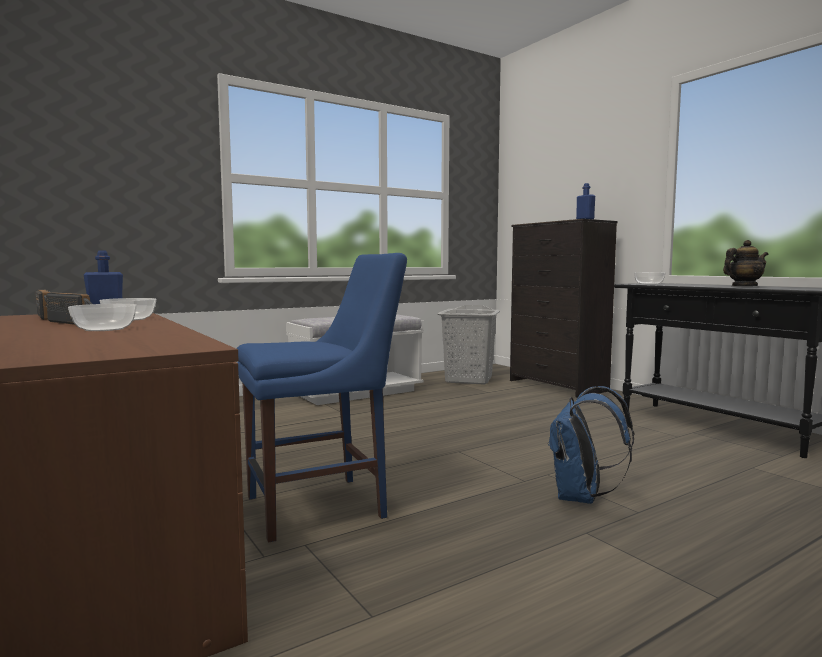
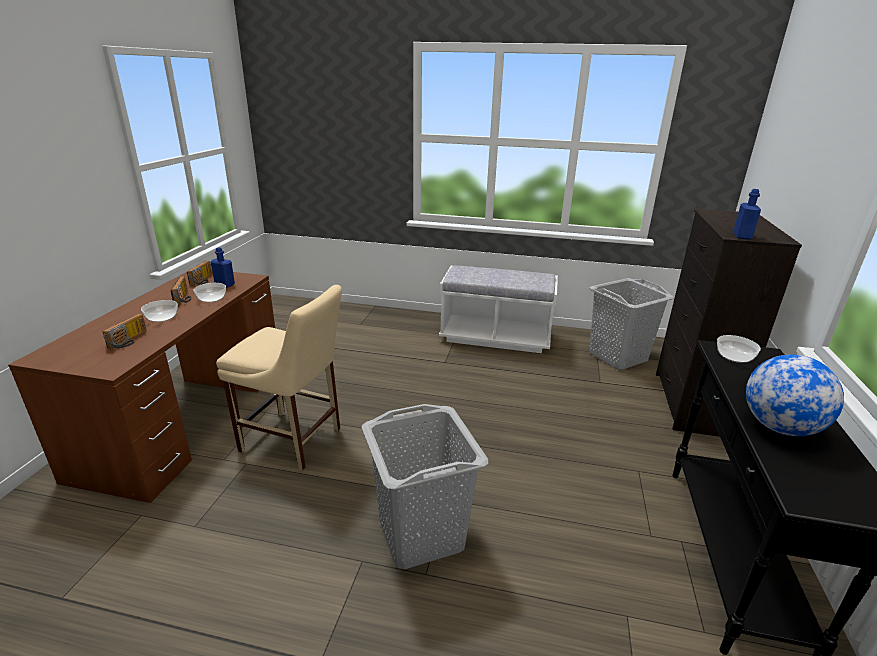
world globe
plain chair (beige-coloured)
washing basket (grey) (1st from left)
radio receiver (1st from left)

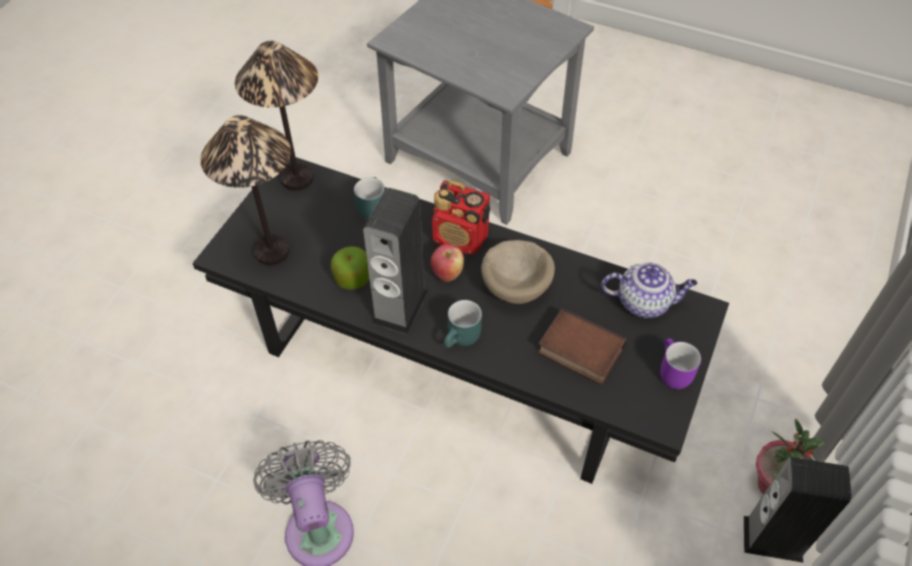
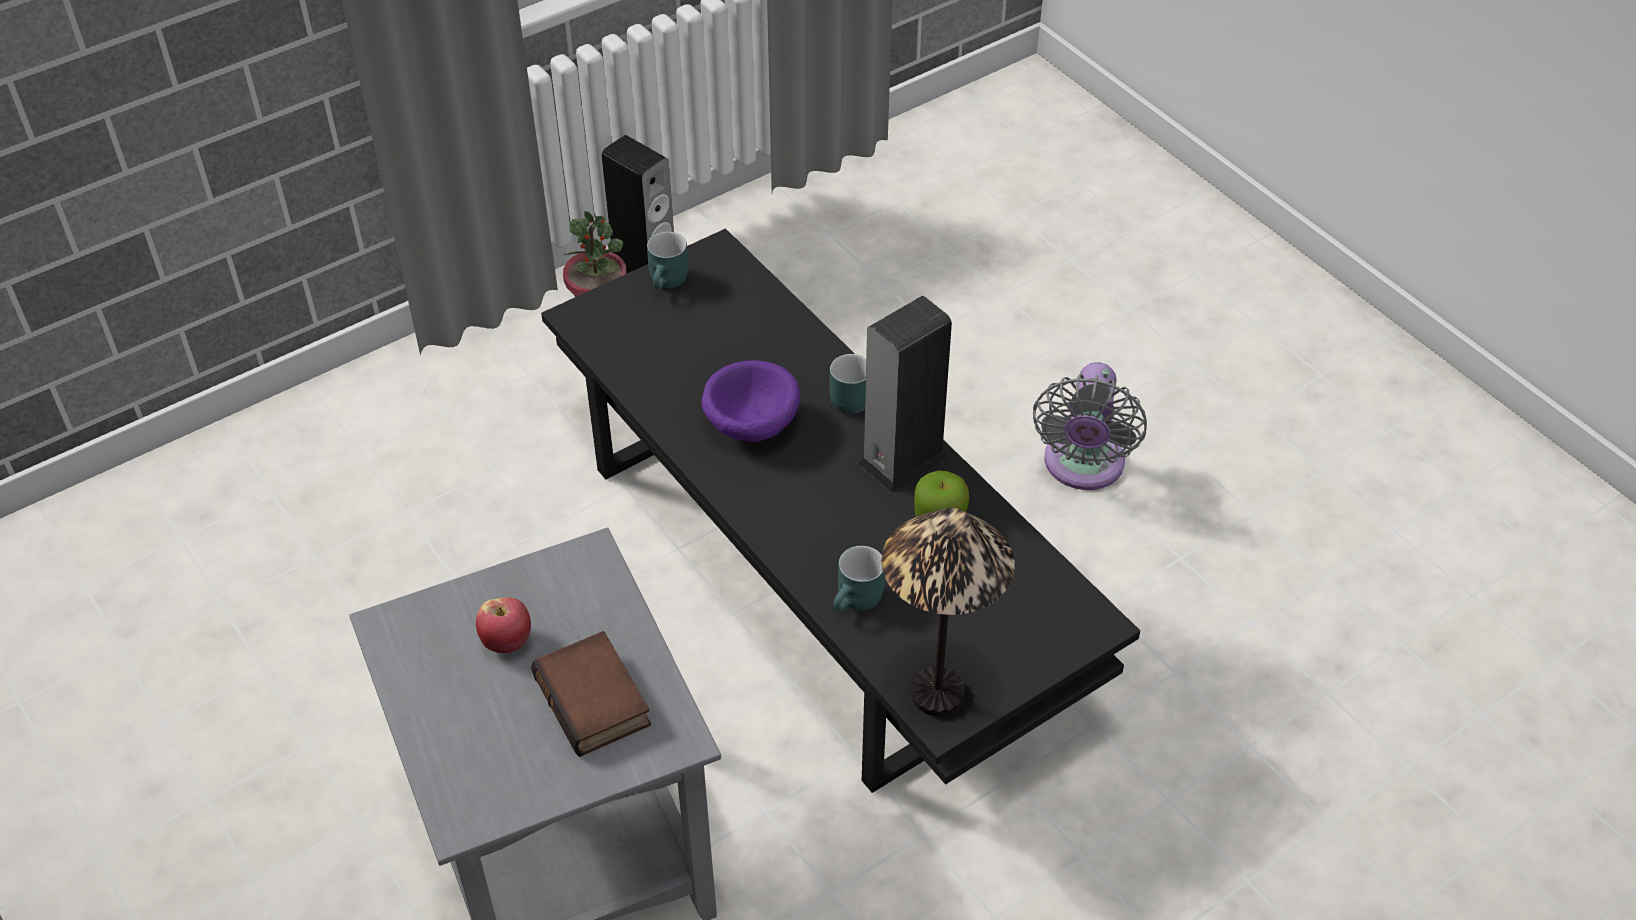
table lamp (1st from left in the first image)
radio receiver
bowl (purplish)
apple (1st from left)
pot for tea
bound book
mug (turquoise) (1st from left)

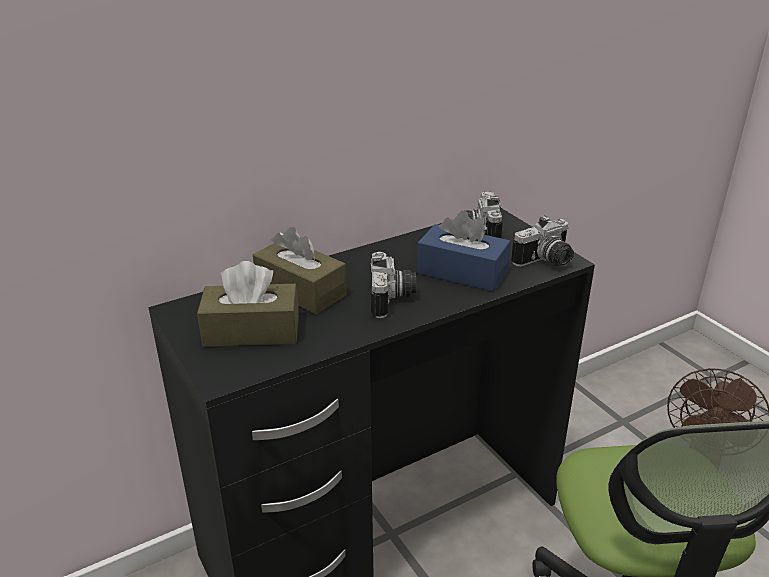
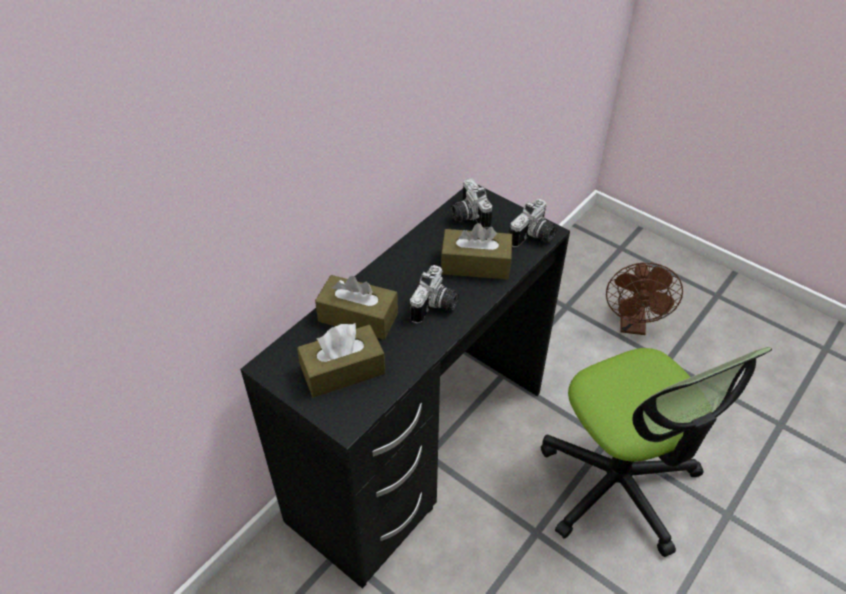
box of tissues (brown-coloured) (3rd from left)
photo camera (1st from left)

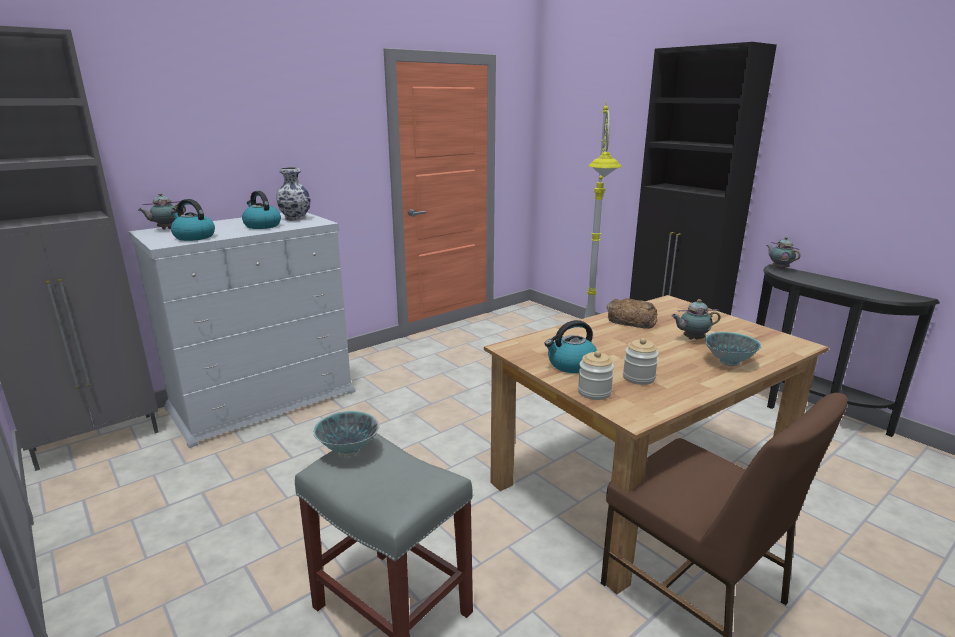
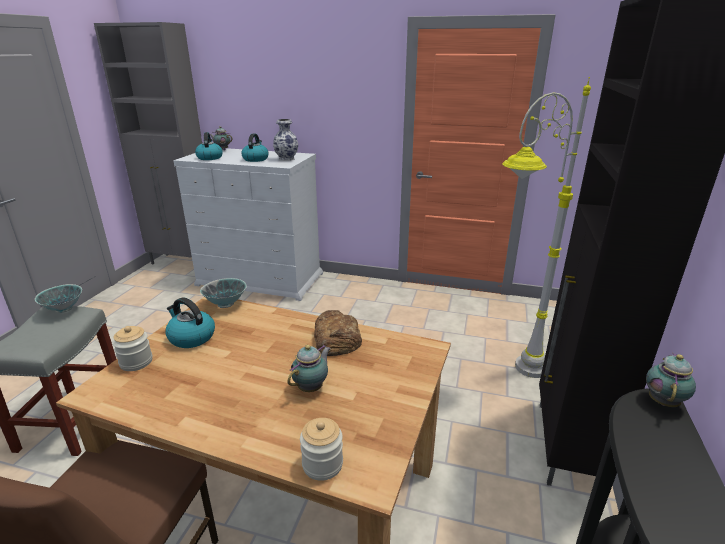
pot for tea (2nd from left)
bowl (2nd from left)
jar (2nd from left)

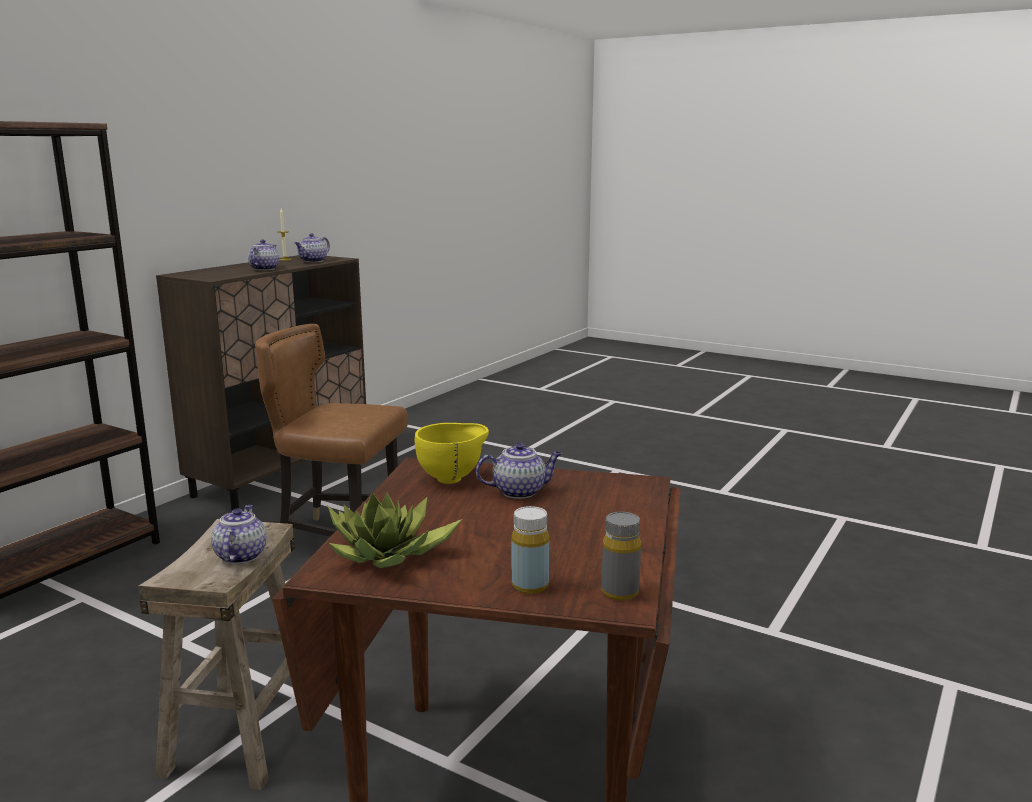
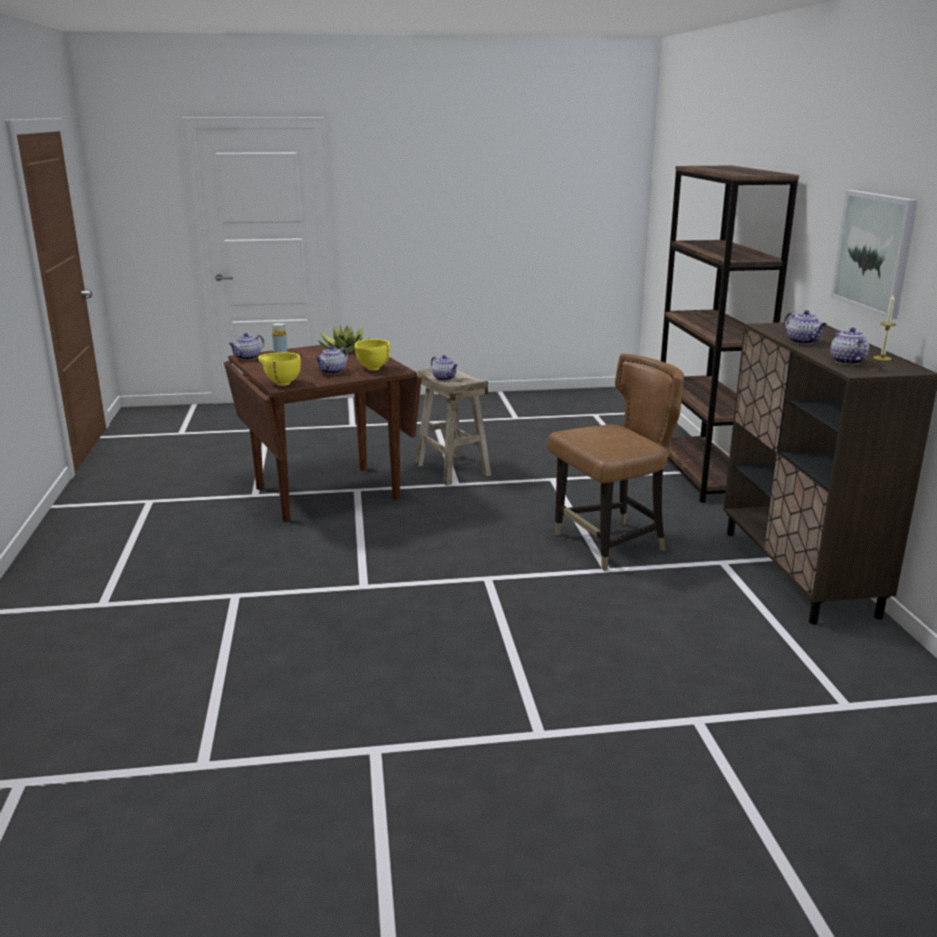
pot for tea (1st from left)
wall picture
bowl (yellow-coloured) (1st from left)

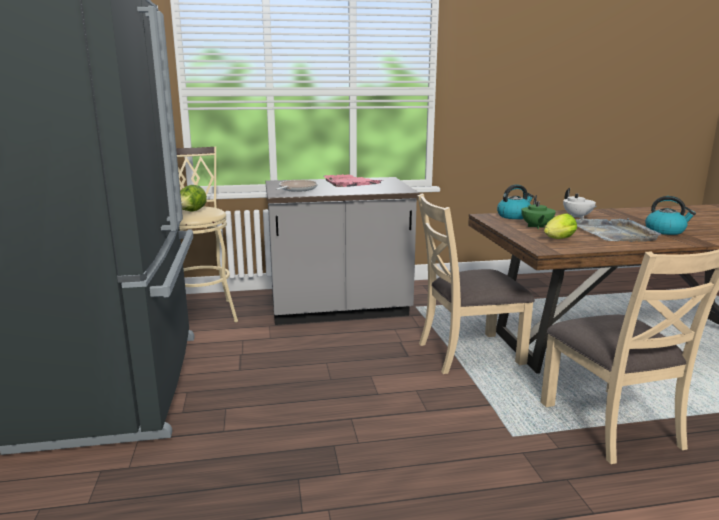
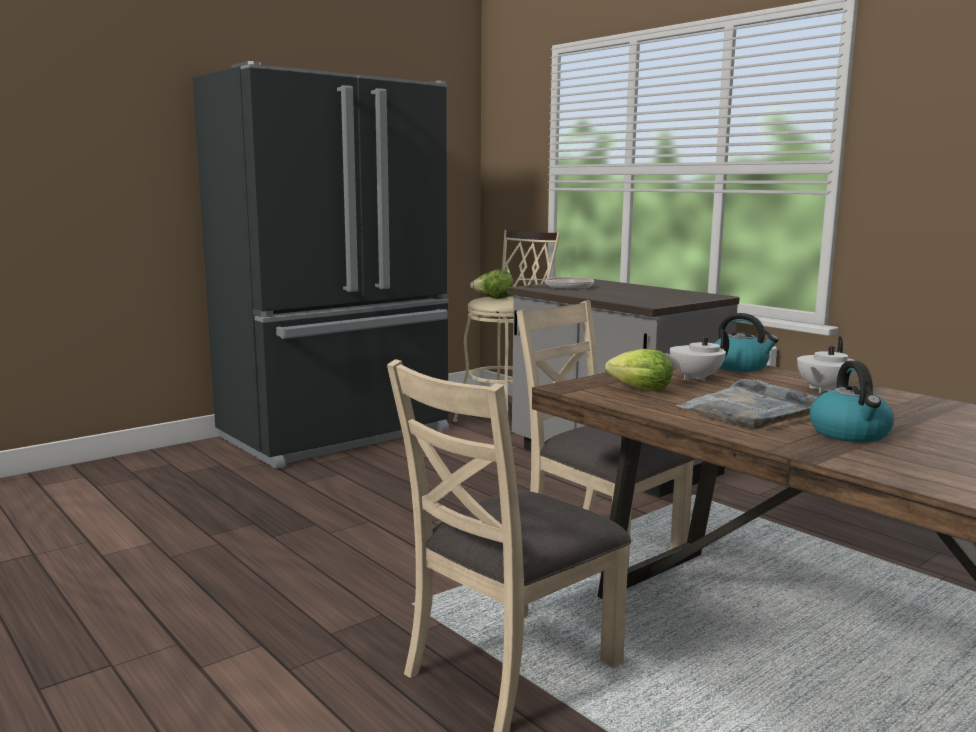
serving tray (pink)
pot for tea (white) (1st from left)

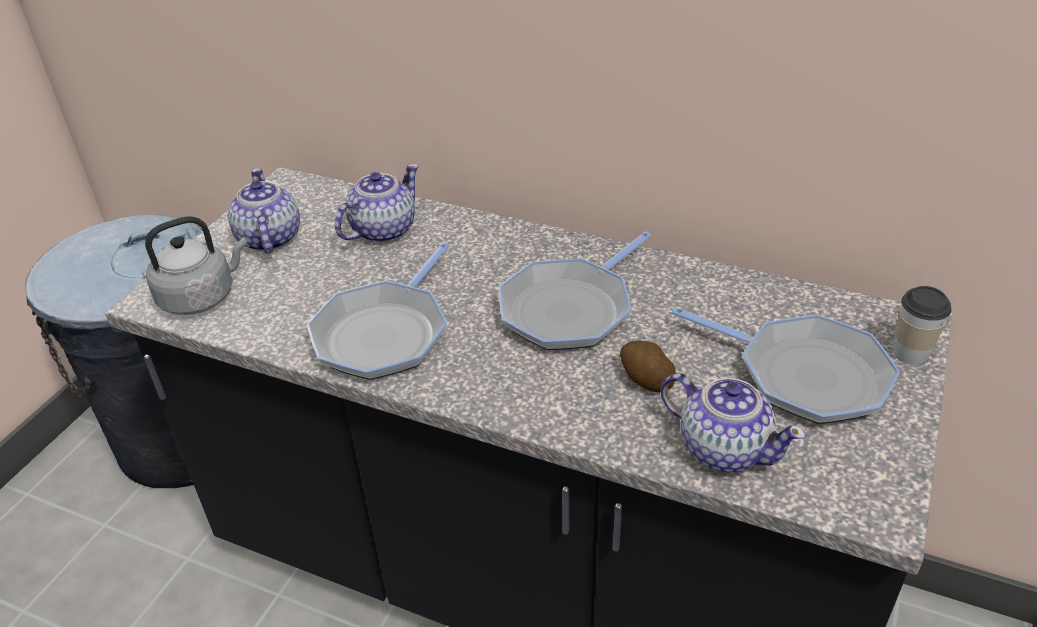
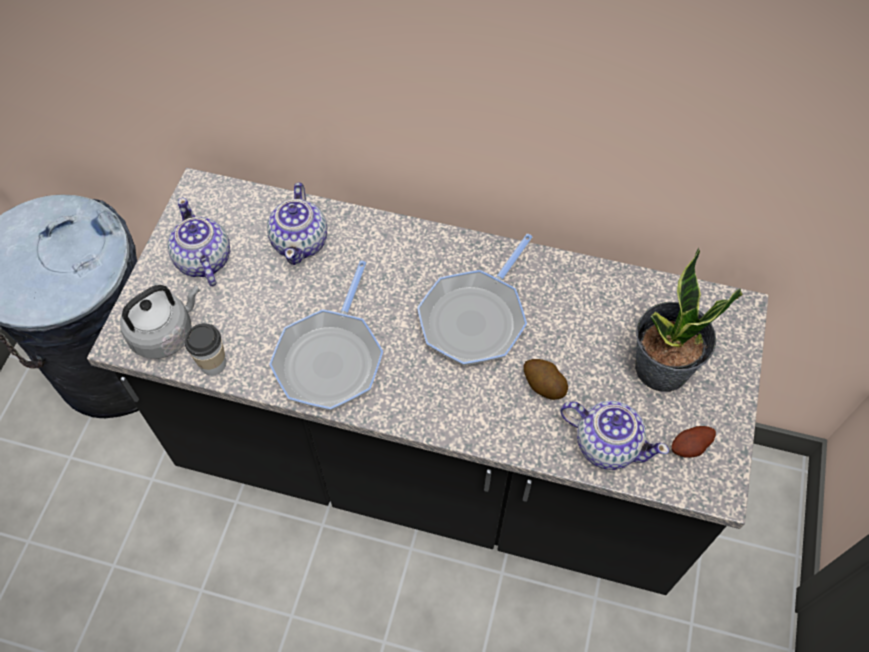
pot for tea (2nd from left)
cup
potted plant
whole potato (2nd from left)

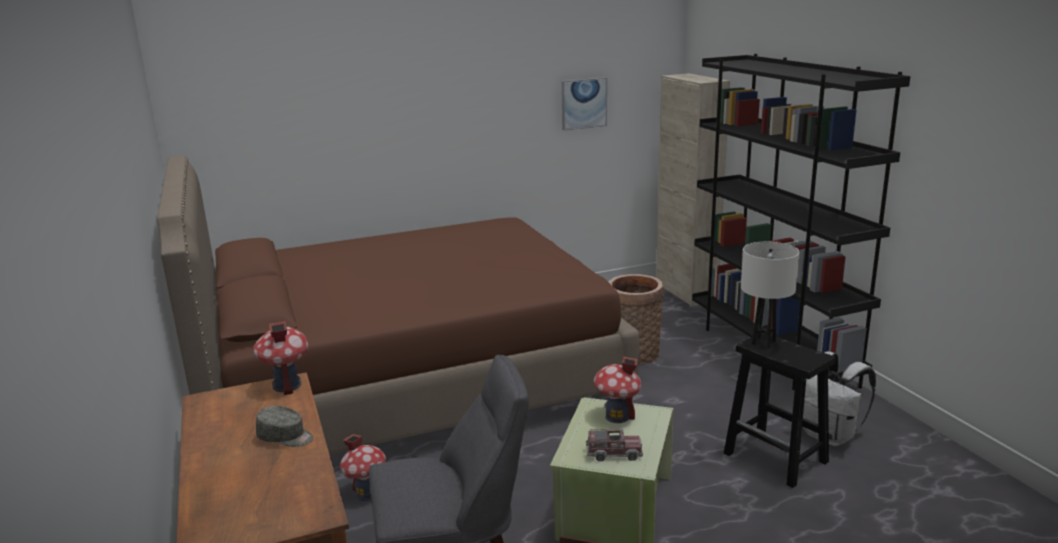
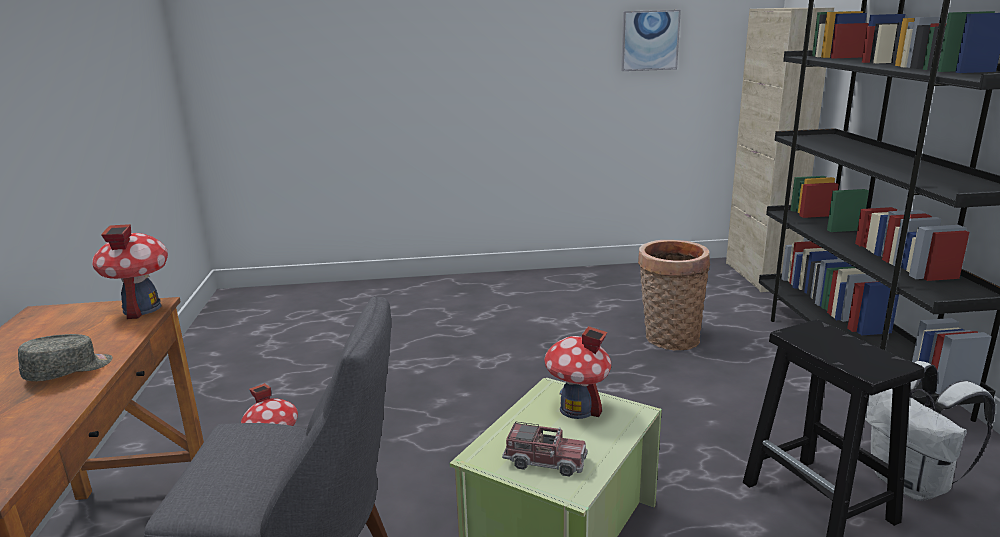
bed (brown-coloured)
table lamp (white)
peaked cap (grey)

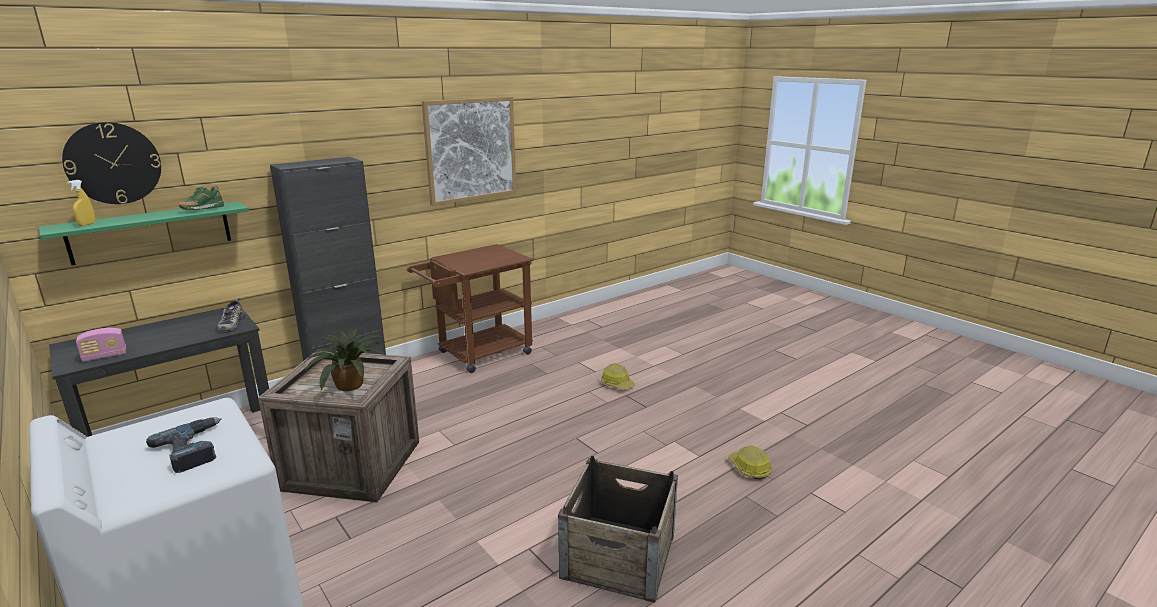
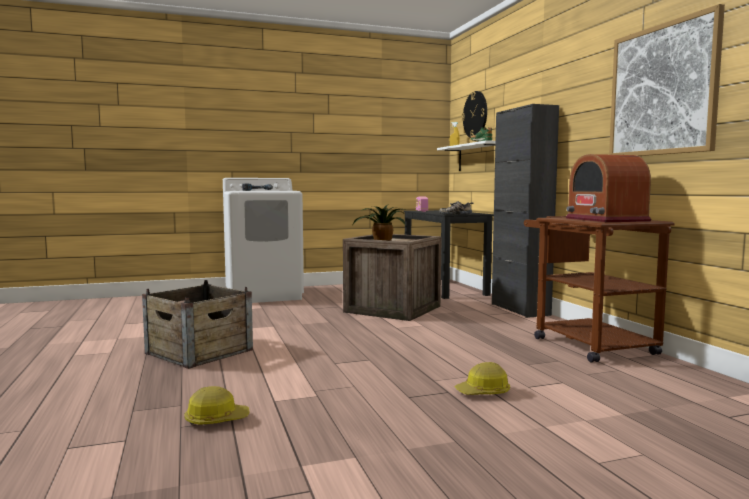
shelf (white)
radio receiver (2nd from left)

